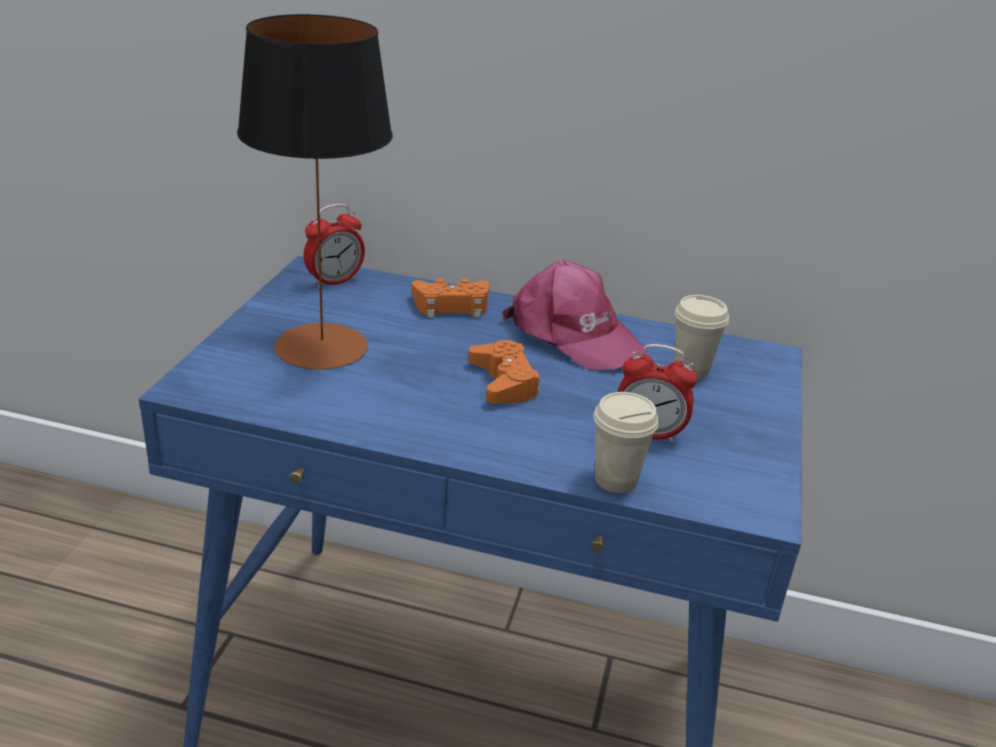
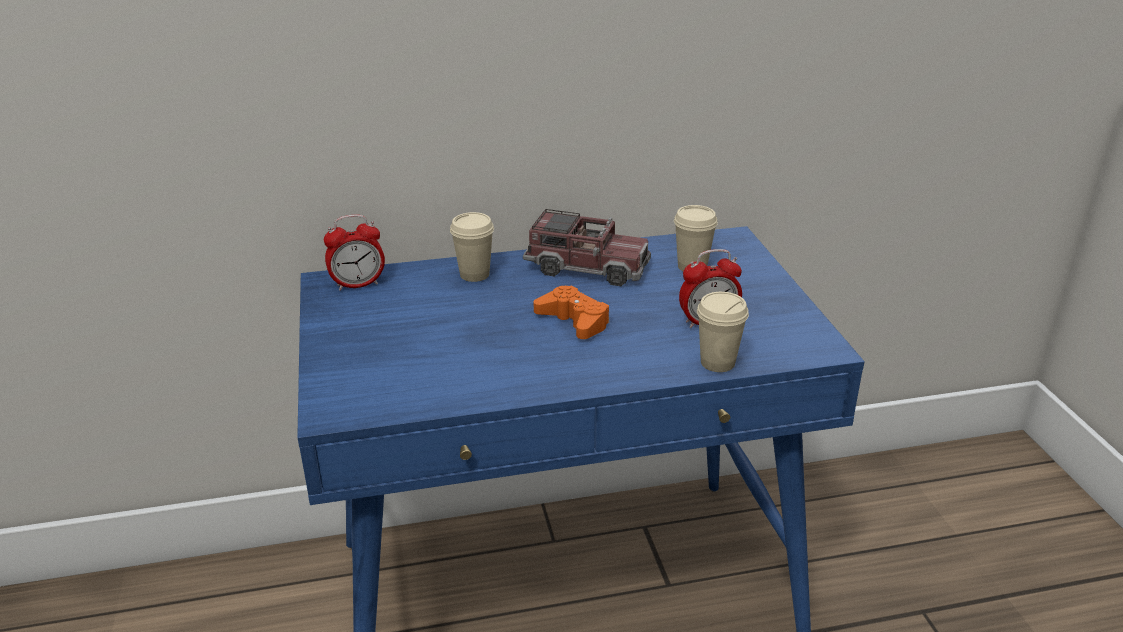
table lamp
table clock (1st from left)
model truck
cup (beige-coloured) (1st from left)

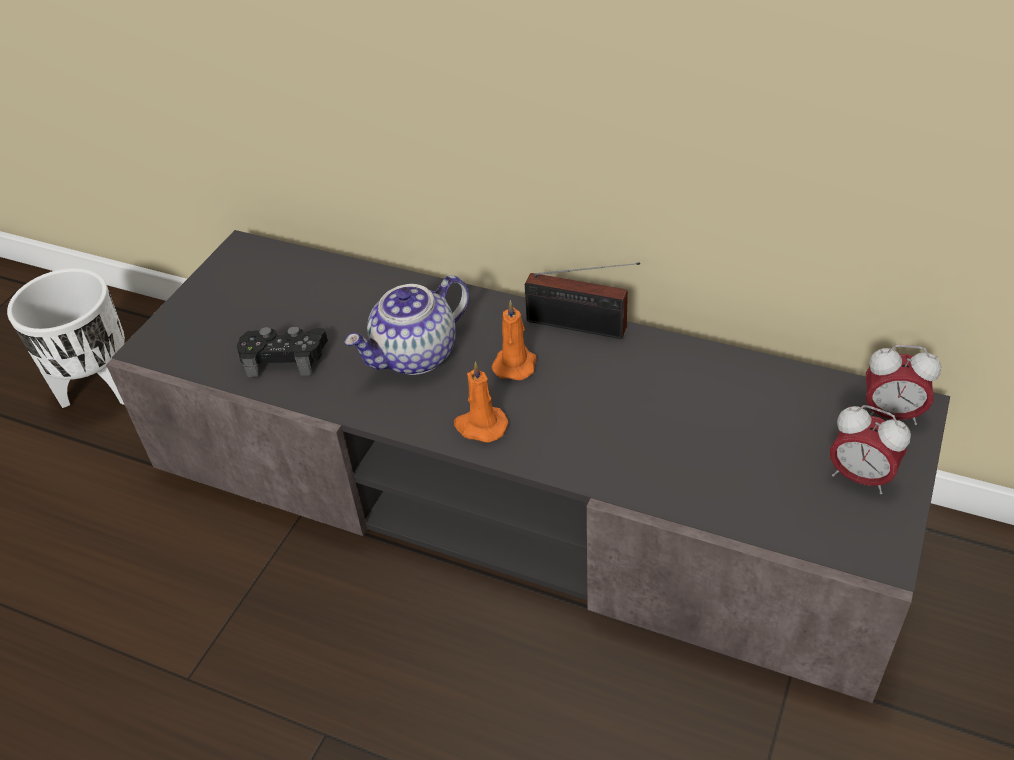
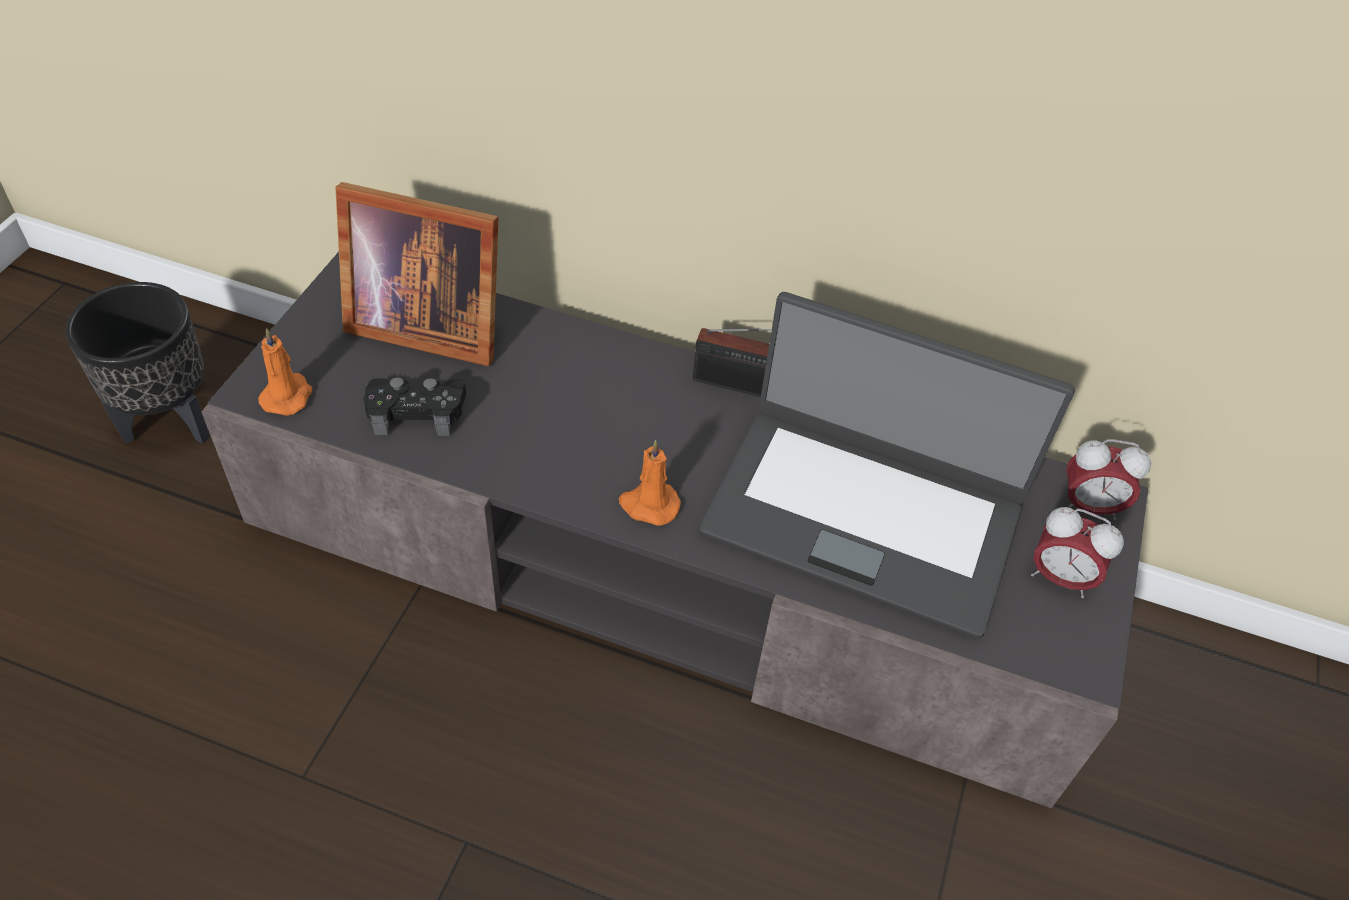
planter (blackish)
pot for tea
candle (orange) (1st from left)
picture frame
notebook computer

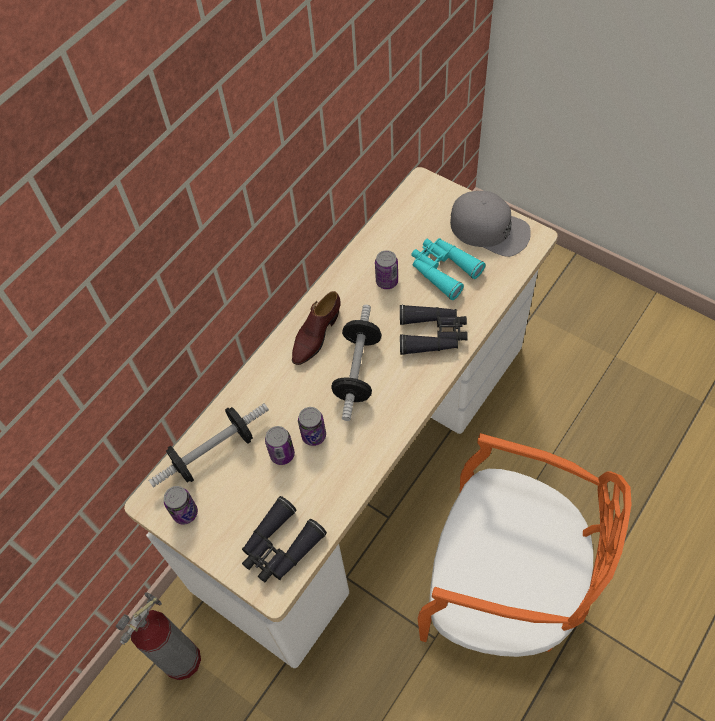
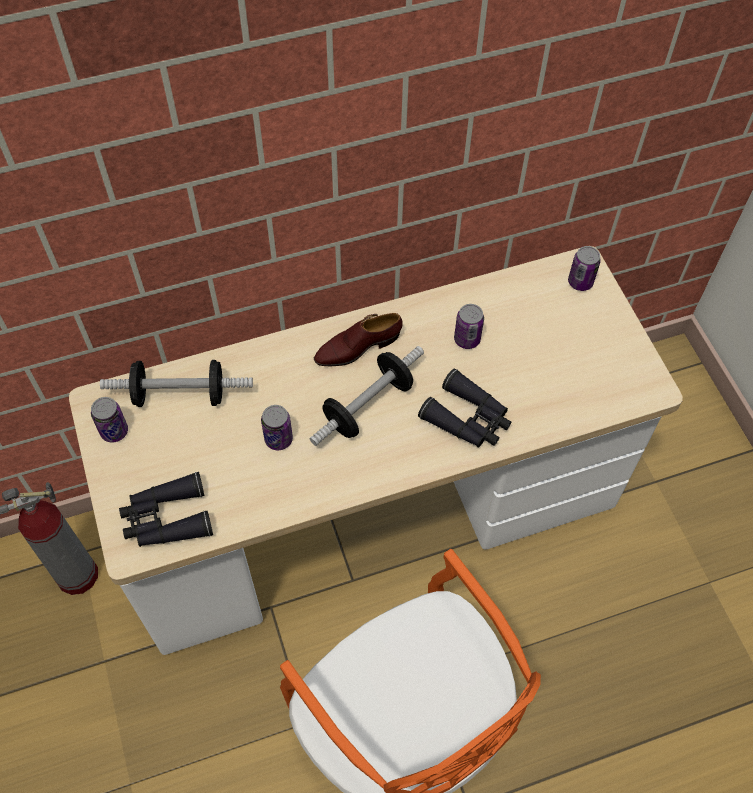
peaked cap (grey)
binoculars (turquoise)
sealed can (4th from left)

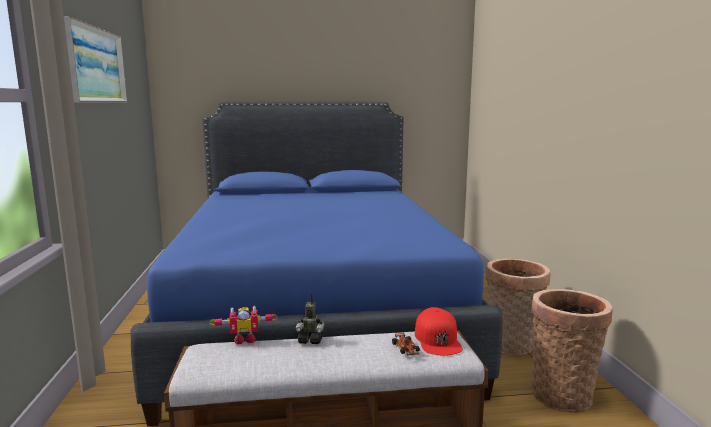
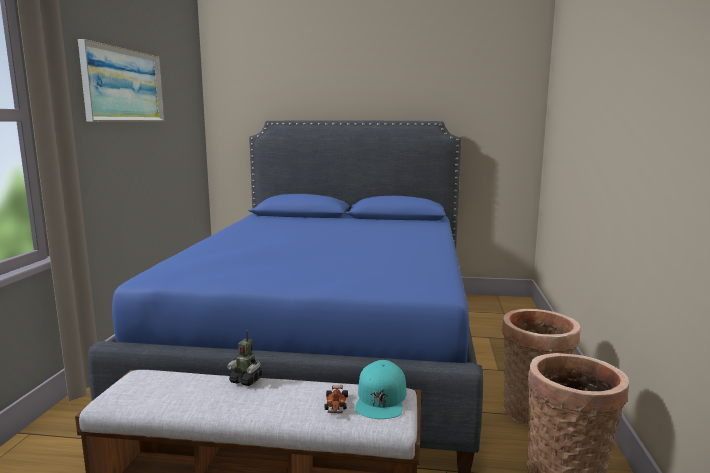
toy robot (1st from left in the first image)
peaked cap (turquoise)

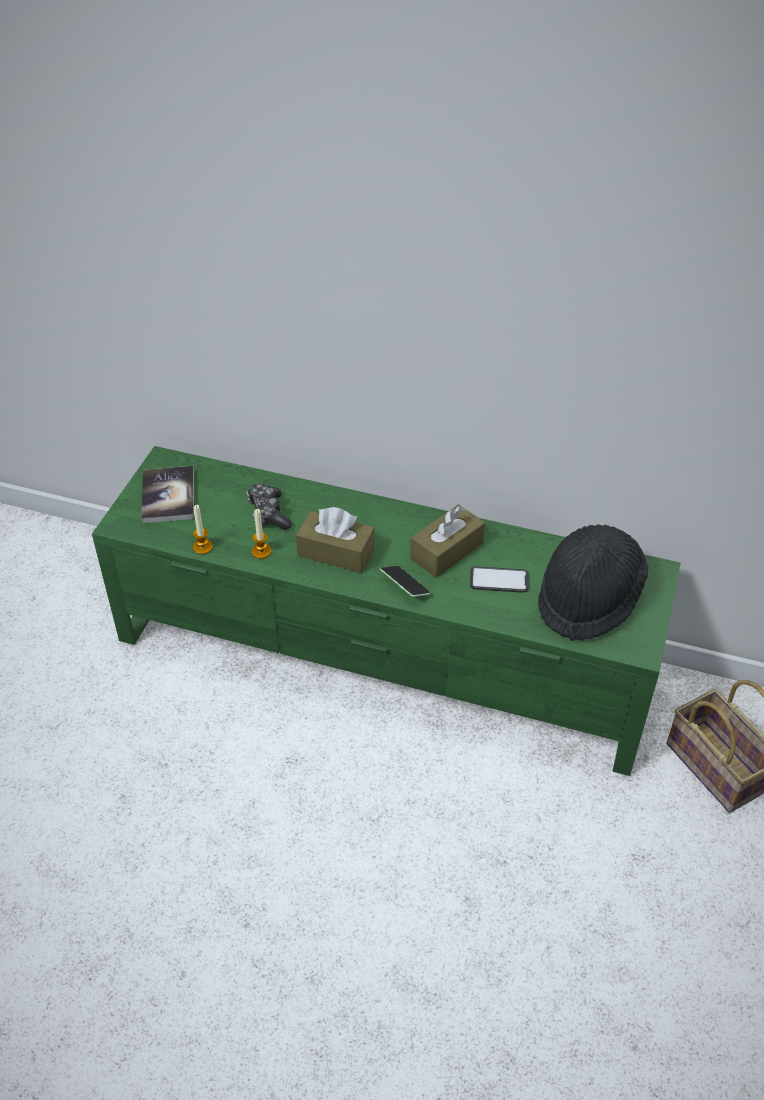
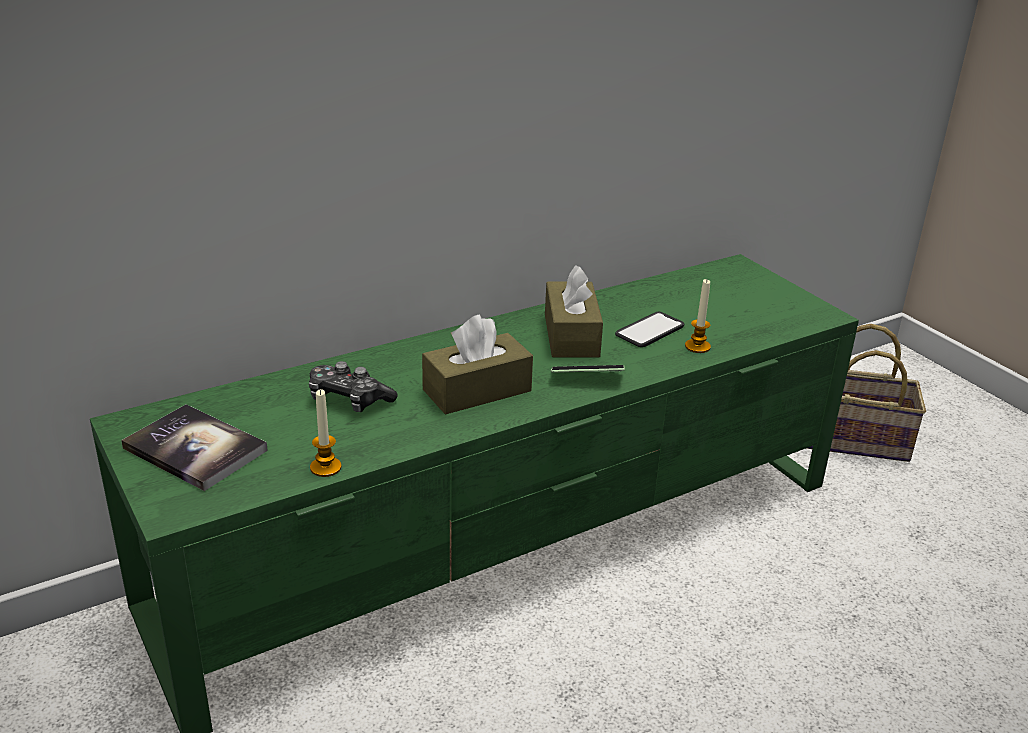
candle (2nd from left)
hat (blackish)

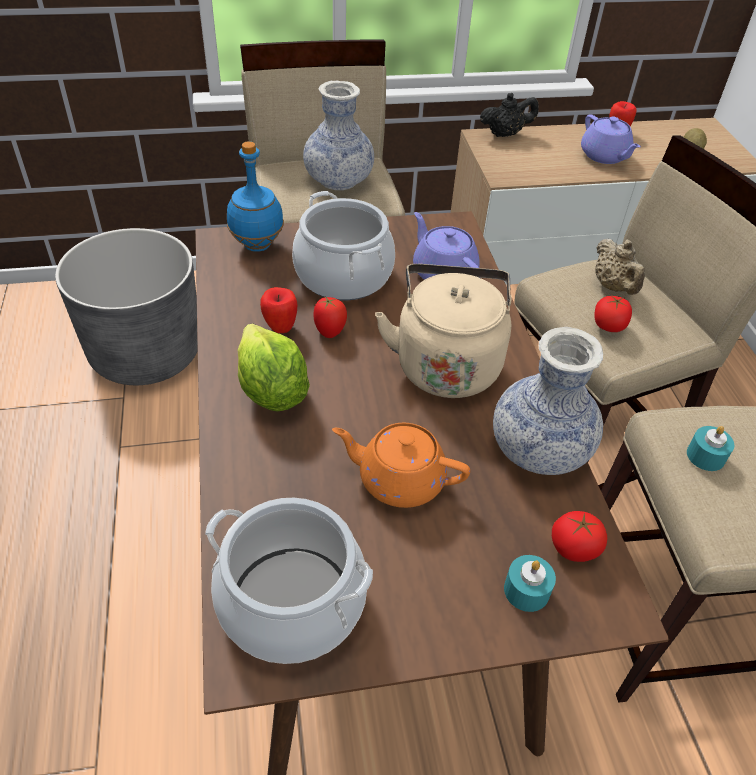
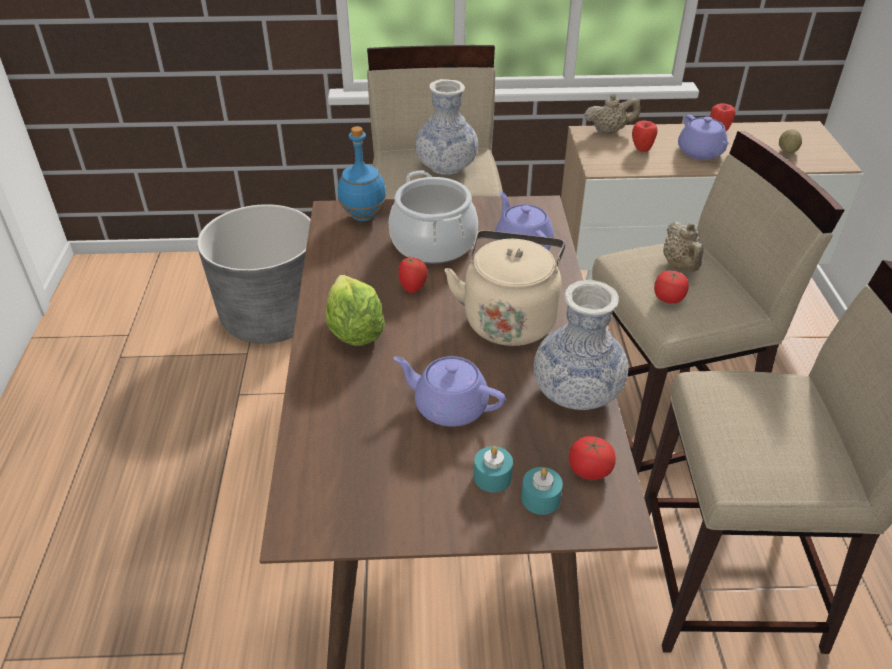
pot for tea (beige-coloured) (1st from left)
apple (1st from left)
pot for tea (purplish) (1st from left)
candle (turquoise) (1st from left)
cooking pot (1st from left in the first image)

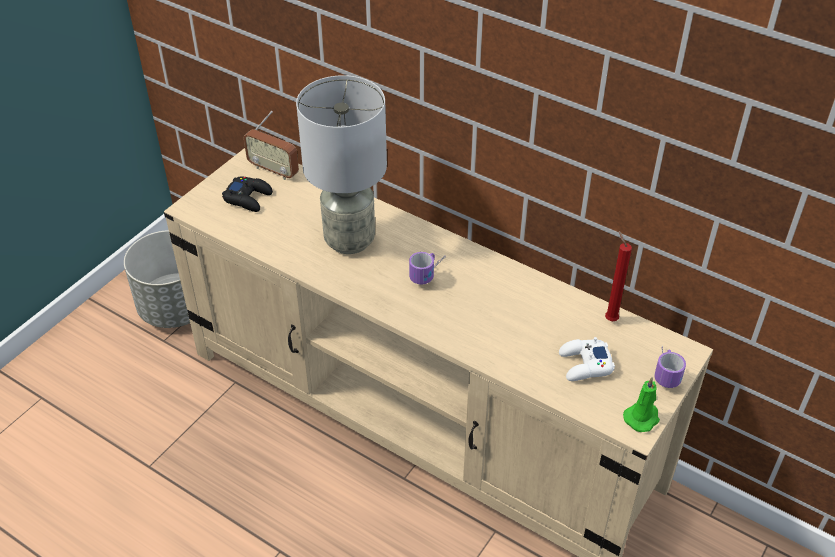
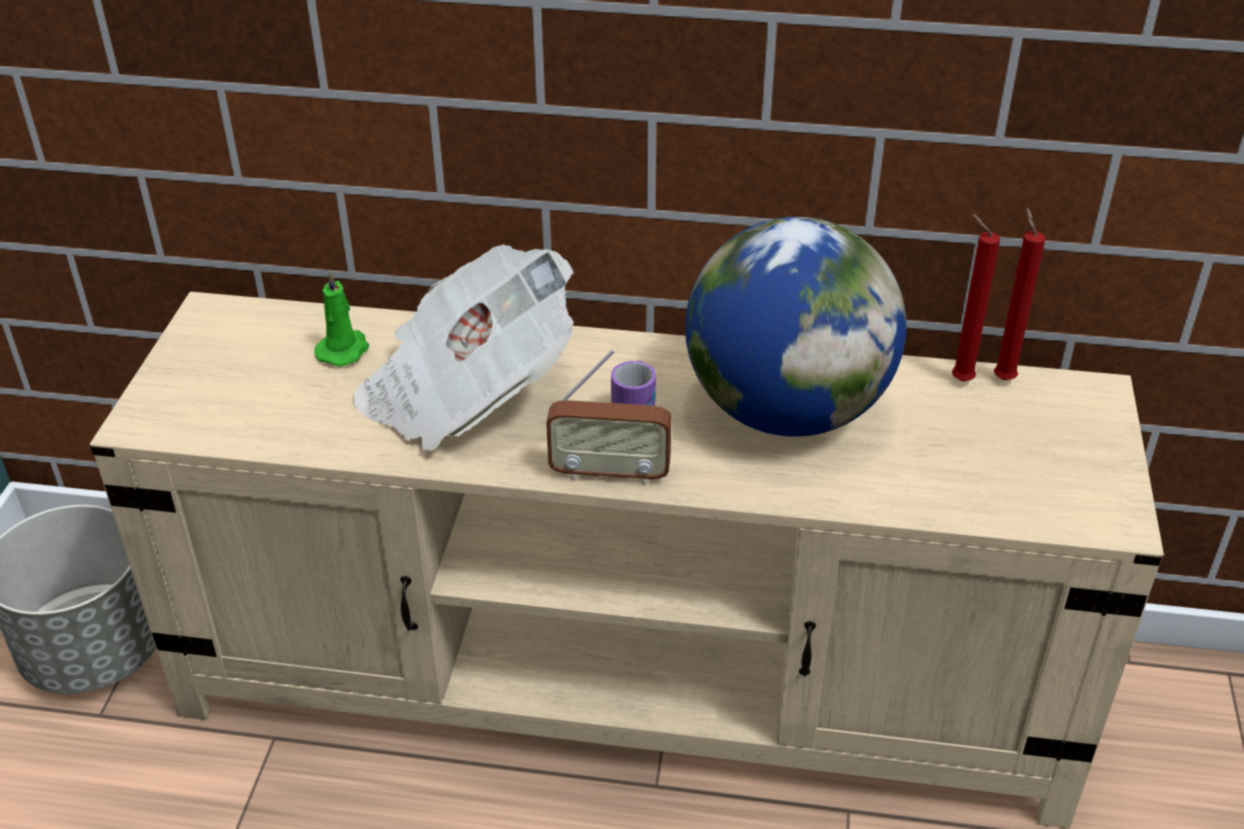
printed paper
radio receiver
gamepad (blackish)
gamepad (white)
mug (2nd from left in the first image)
candle (green-coloured)
candle (reddish) (2nd from left)
world globe

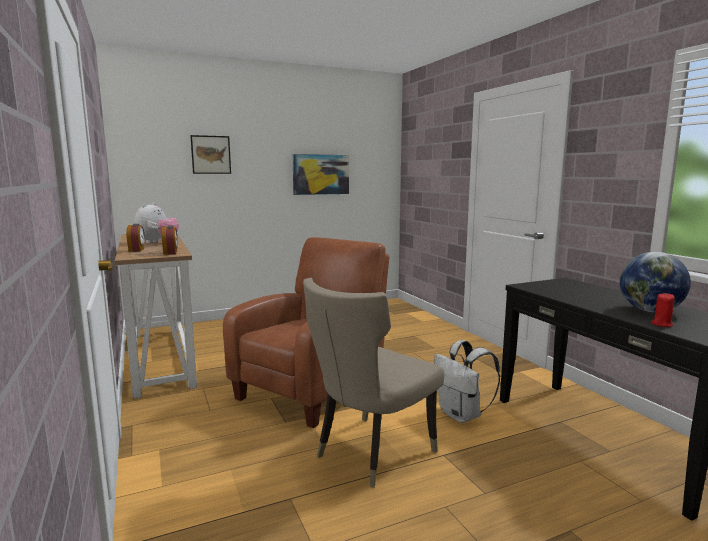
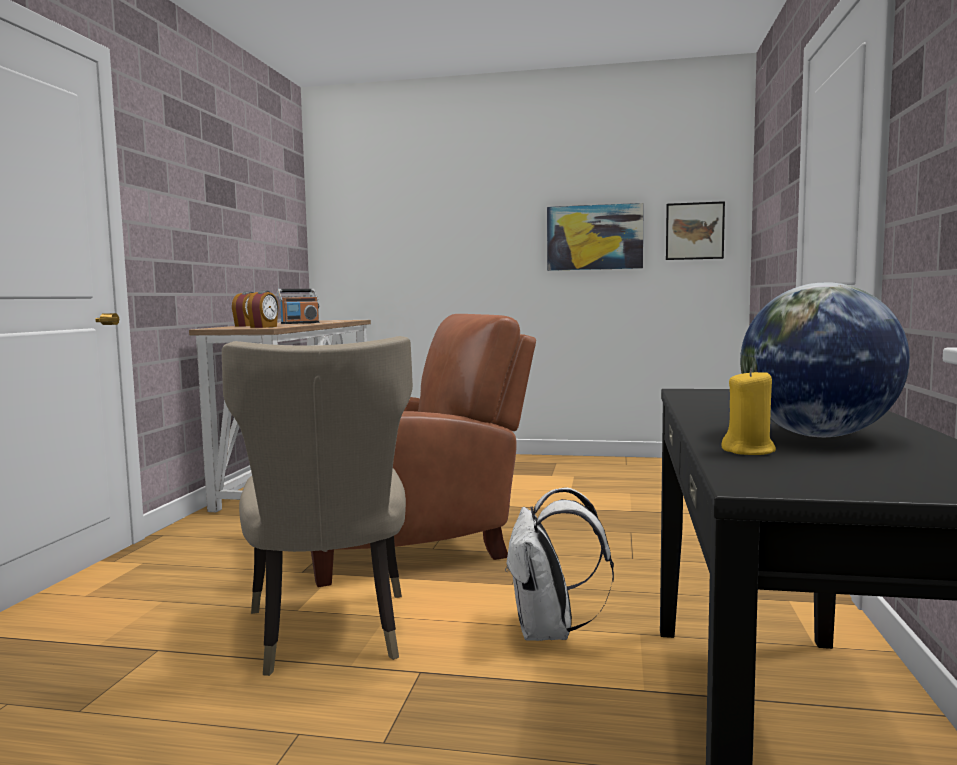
wall picture (2nd from left)
radio receiver
plain chair (beige-coloured)
candle (yellow-coloured)

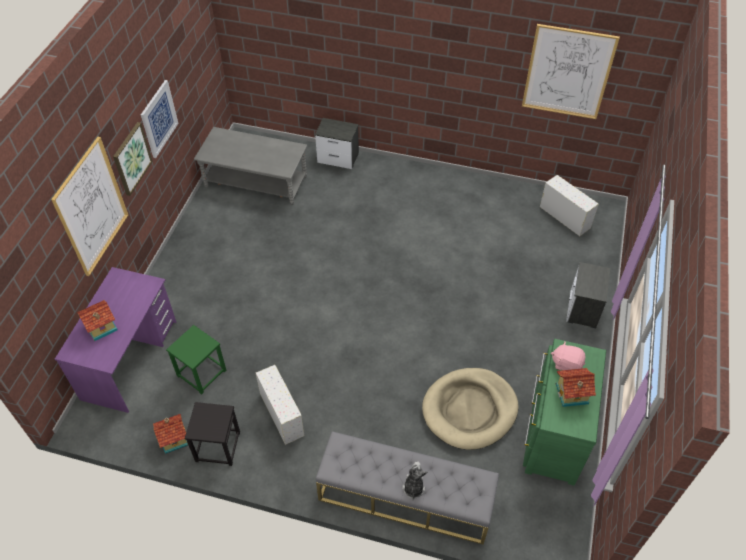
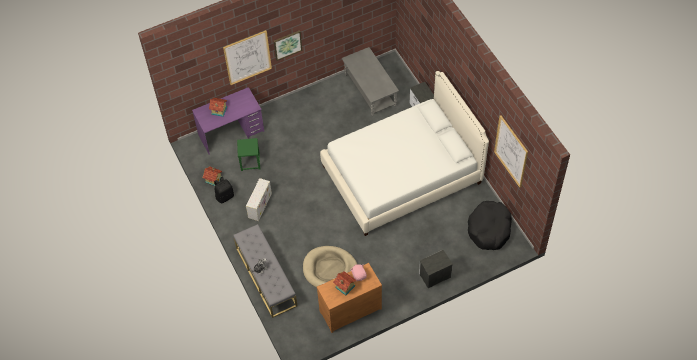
wall picture (3rd from left in the first image)
pet bed (blackish)
chest of drawers (brown-coloured)
rucksack (blackish)
bed (white)

